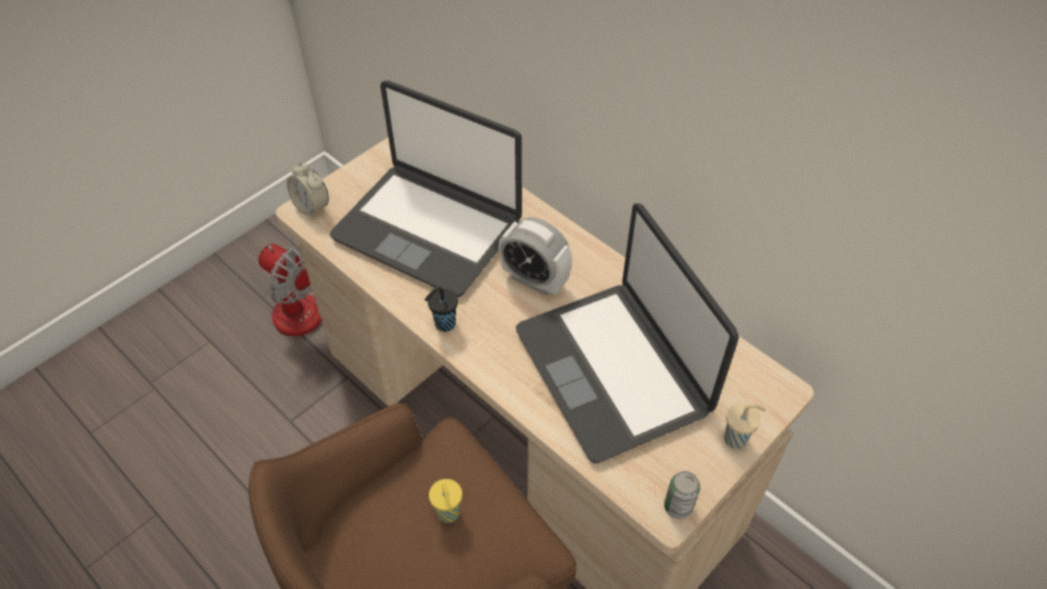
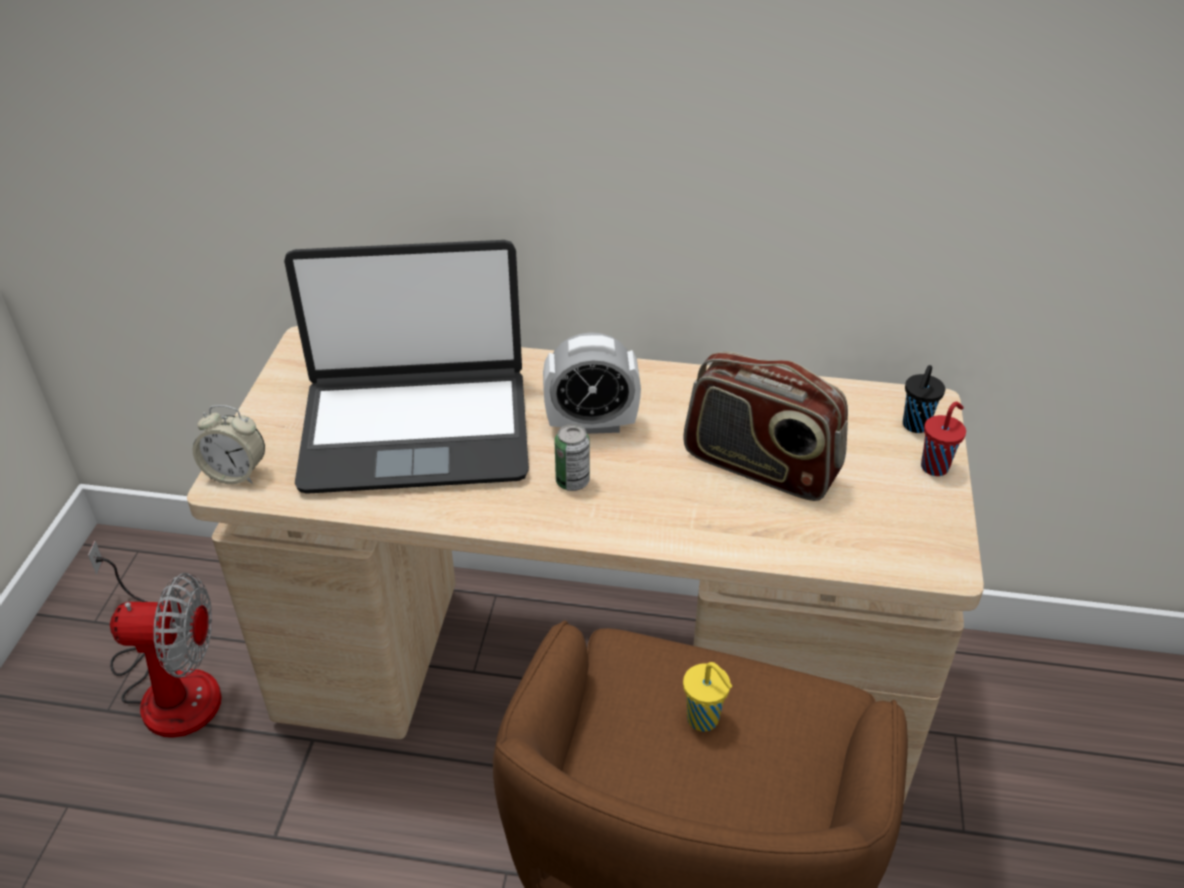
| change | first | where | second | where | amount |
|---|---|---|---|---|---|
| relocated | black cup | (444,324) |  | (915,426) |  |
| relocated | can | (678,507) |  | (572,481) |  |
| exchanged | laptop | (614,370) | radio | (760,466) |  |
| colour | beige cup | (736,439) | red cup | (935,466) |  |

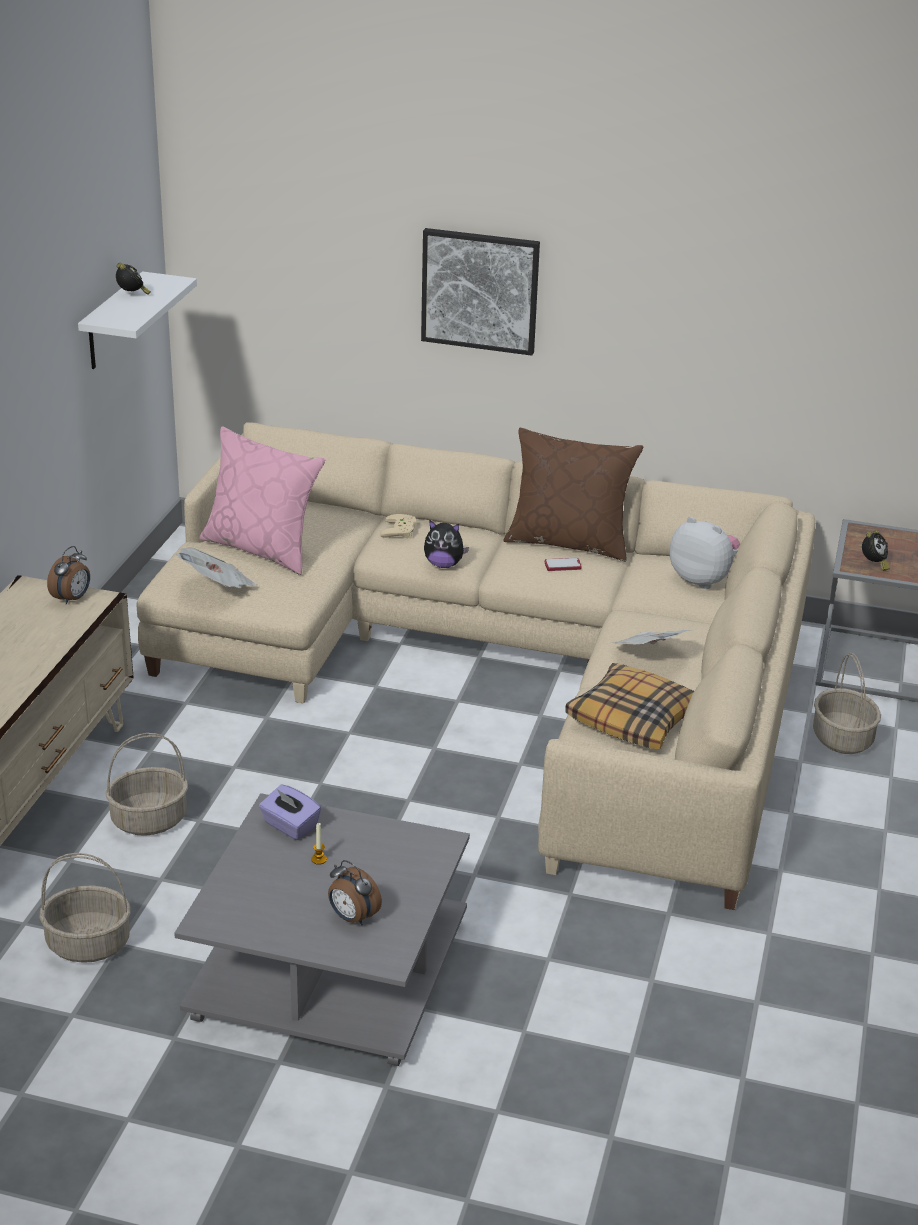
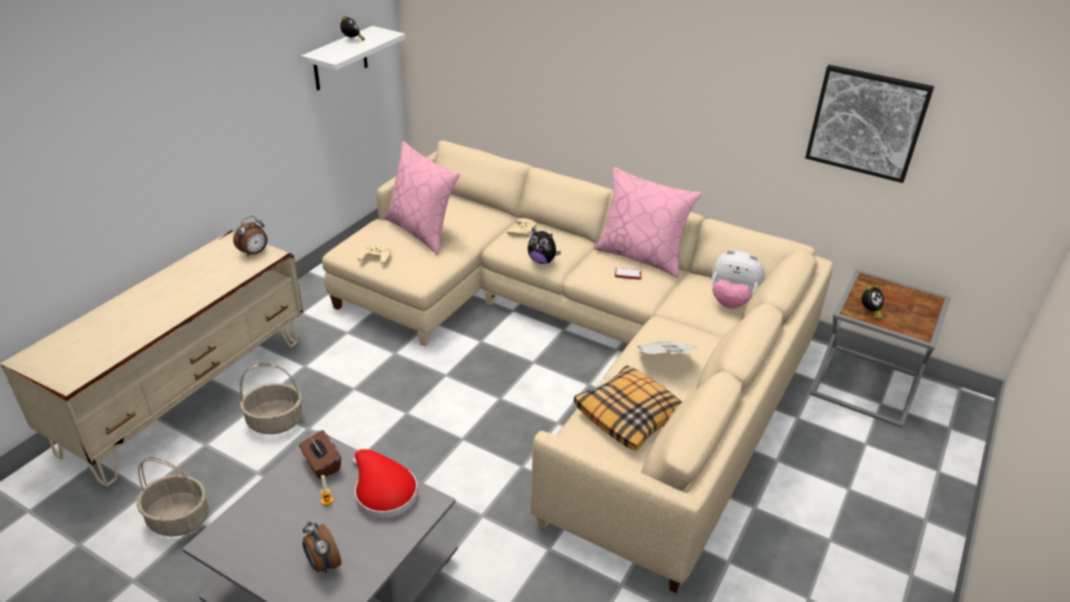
| change | first | where | second | where | amount |
|---|---|---|---|---|---|
| missing | basket | (843,739) |  |  |  |
| appeared |  |  | red hat | (383,492) |  |
| relocated | picture | (480,290) |  | (866,123) |  |
| exchanged | newspaper | (218,587) | beige game controller | (376,255) |  |
| colour | purple tissue box | (290,826) | brown tissue box | (321,464) |  |
| colour | brown pillow | (569,542) | pink pillow | (641,256) |  |
| spun | plush toy | (703,580) |  | (731,301) | 150 degrees clockwise |

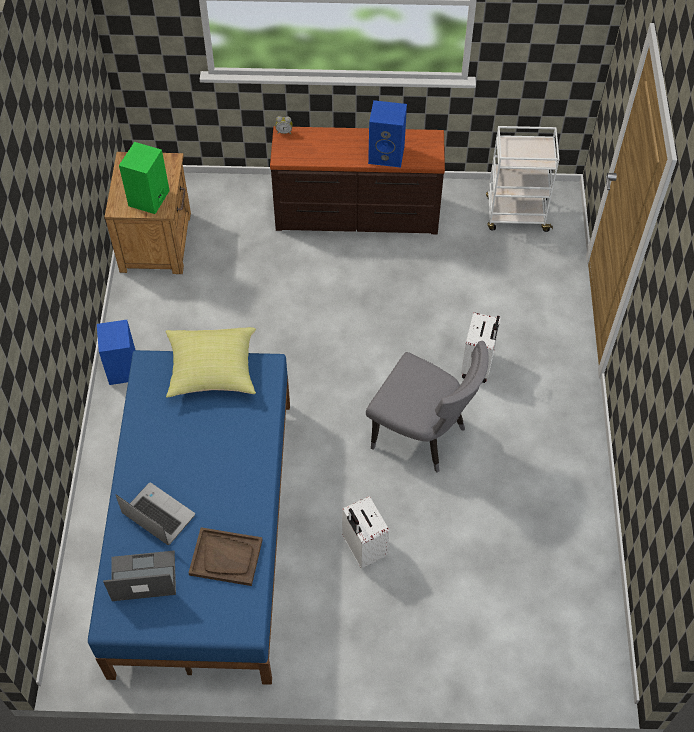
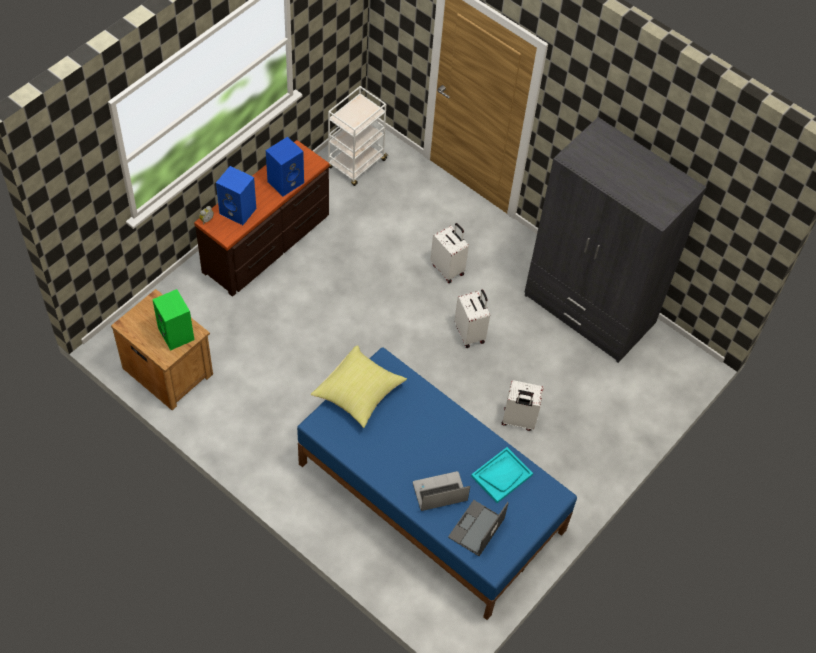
| change | first | where | second | where | amount |
|---|---|---|---|---|---|
| appeared |  |  | grey wardrobe | (589,310) |  |
| relocated | blue speaker | (123,369) |  | (239,211) |  |
| exchanged | grey chair | (423,436) | white suitcase | (470,333) |  |
| colour | brown tray | (226,557) | turquoise tray | (501,475) |  |

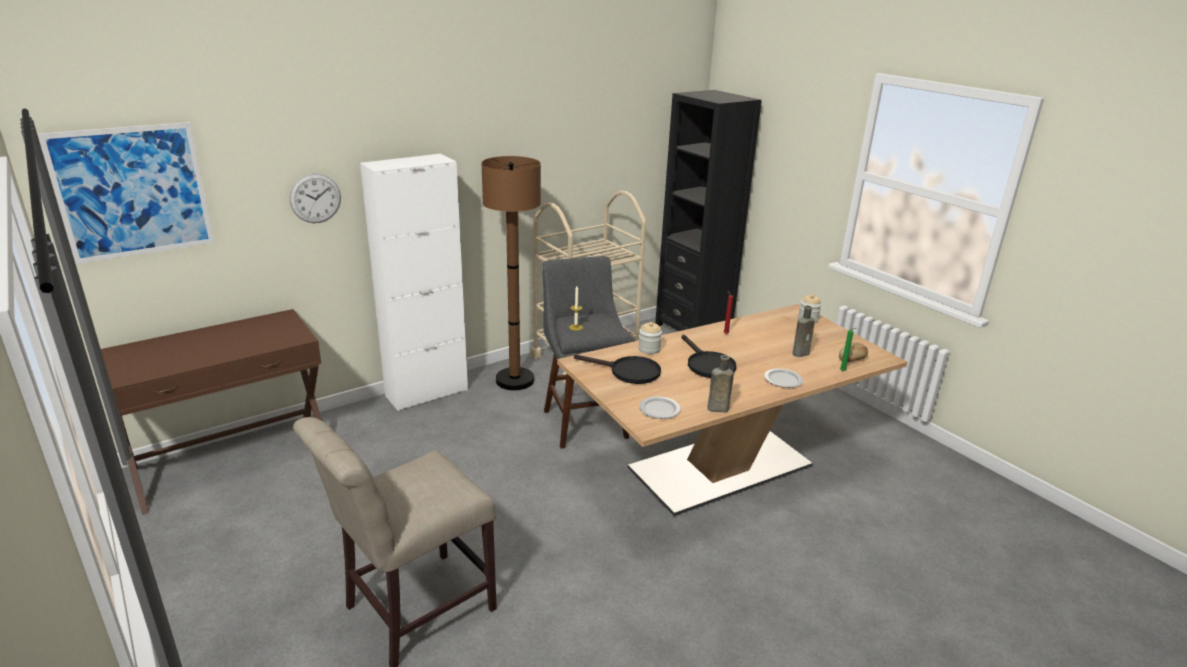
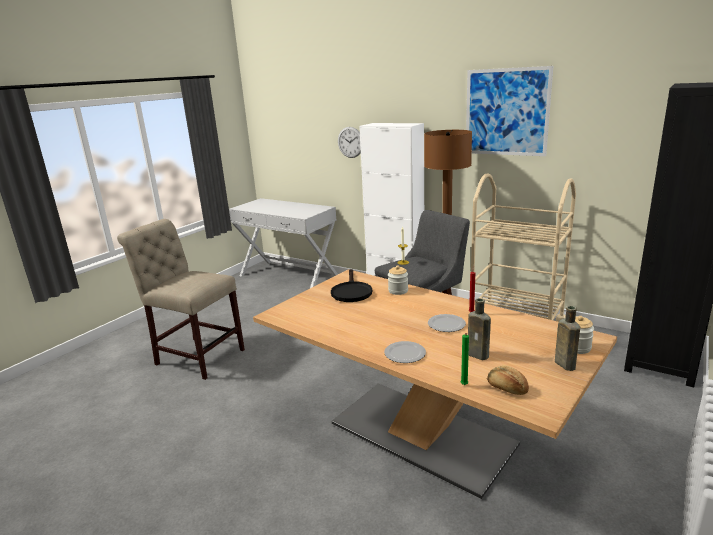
| change | first | where | second | where | amount |
|---|---|---|---|---|---|
| missing | black frying pan | (707,364) |  |  |  |
| relocated | picture | (132,192) |  | (506,112) |  |
| relocated | plate | (660,410) |  | (446,325) |  |
| relocated | brown bottle | (716,409) |  | (563,364) |  |
| colour | brown console table | (233,460) | white console table | (289,275) |  |

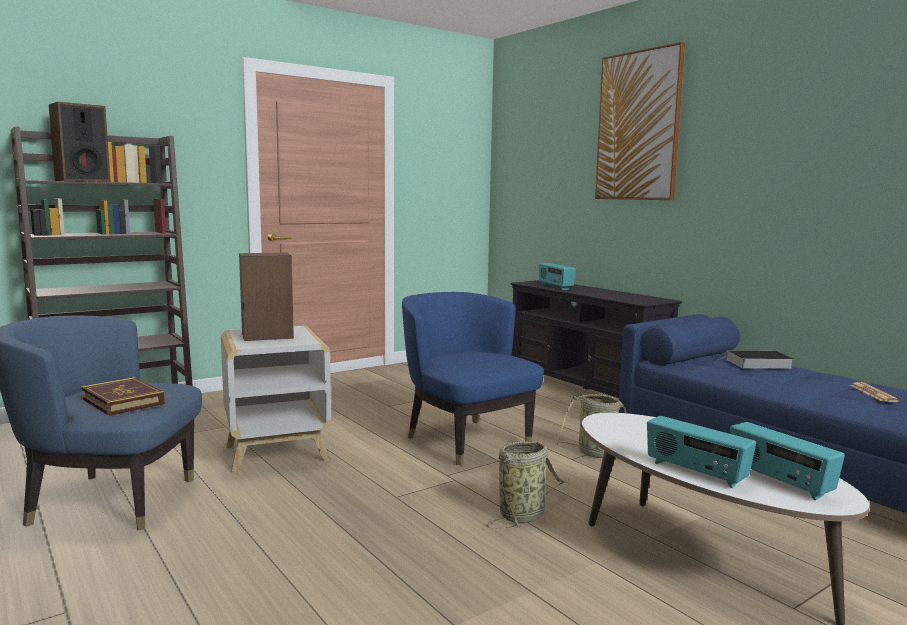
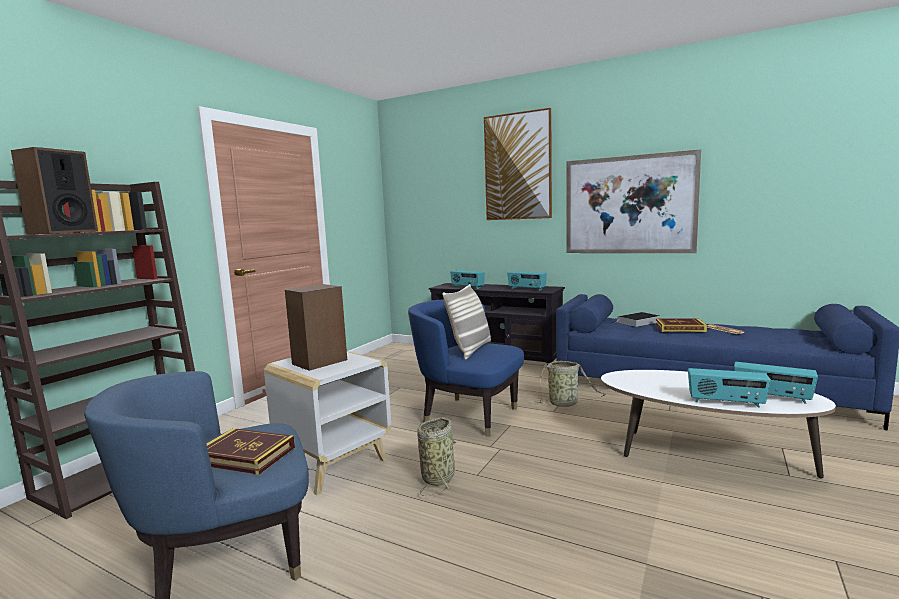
| change | first | where | second | where | amount |
|---|---|---|---|---|---|
| appeared |  |  | pillow | (470,350) |  |
| appeared |  |  | radio | (526,289) |  |
| appeared |  |  | picture | (628,205) |  |
| appeared |  |  | book | (680,328) |  |
| relocated | basket | (523,515) |  | (439,477) |  |

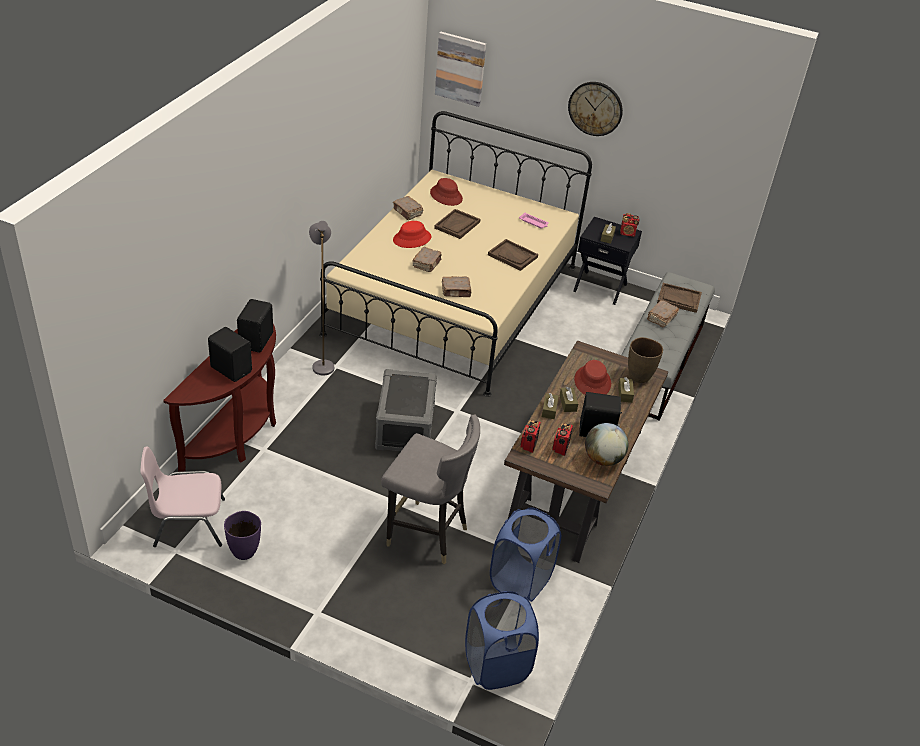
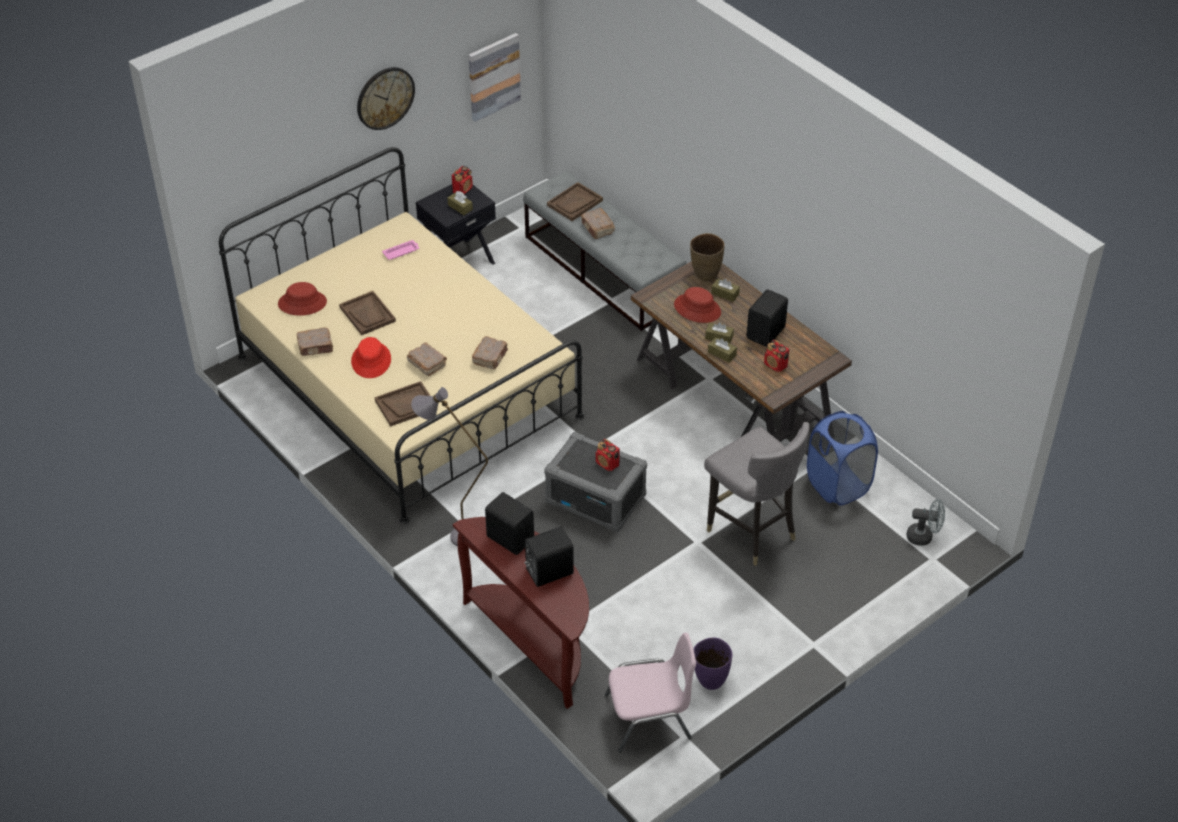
| change | first | where | second | where | amount |
|---|---|---|---|---|---|
| missing | globe | (603,459) |  |  |  |
| relocated | picture | (460,68) |  | (493,76) |  |
| relocated | brown tray | (513,256) |  | (406,405) |  |
| relocated | radio | (528,445) |  | (607,464) |  |
| exchanged | blue laundry basket | (496,666) | grey fan | (924,536) |  |
| spun | pink chair | (188,523) |  | (649,717) | 120 degrees counterclockwise |
| spun | grey chair | (426,534) |  | (751,532) | 90 degrees clockwise |

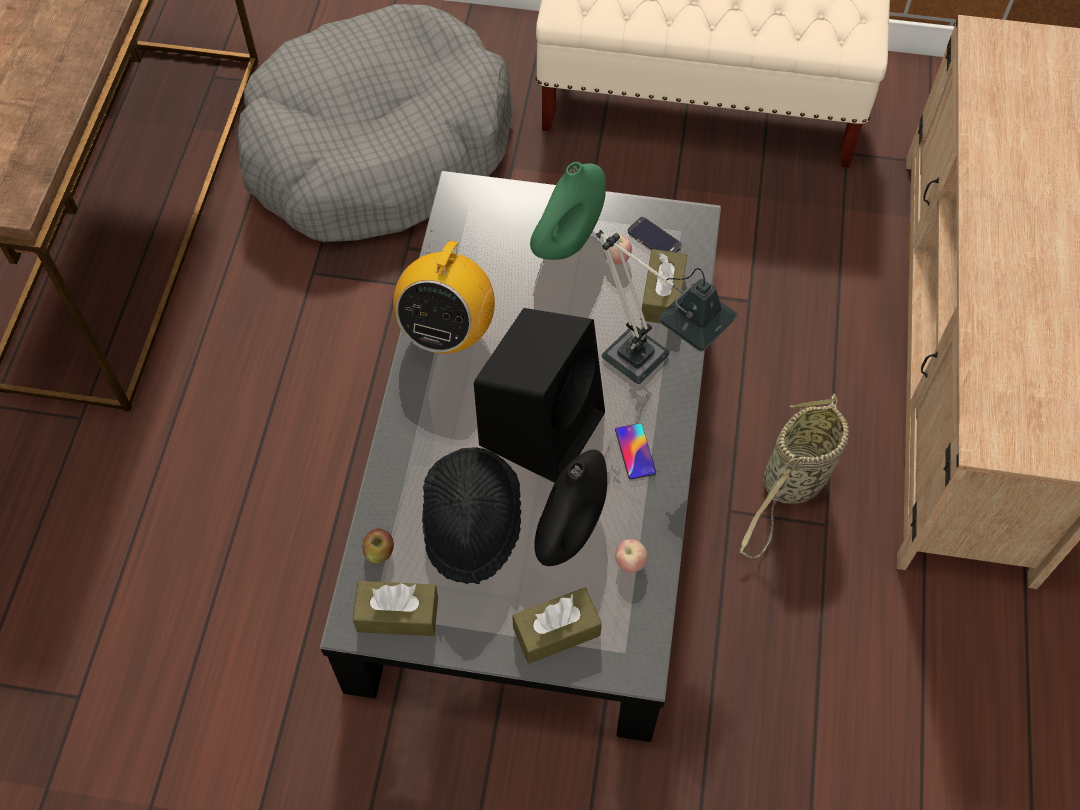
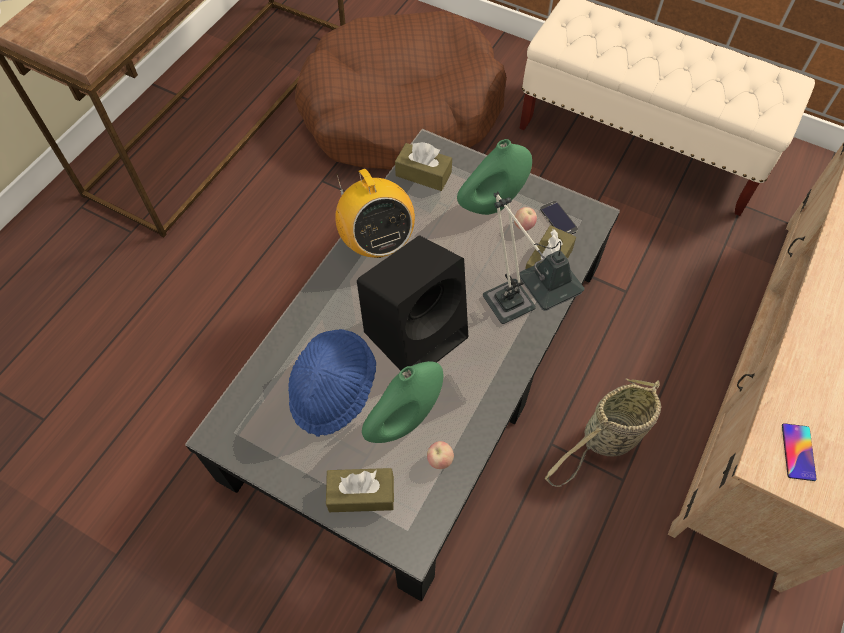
| change | first | where | second | where | amount |
|---|---|---|---|---|---|
| missing | apple | (379,552) |  |  |  |
| relocated | brown tissue box | (397,614) |  | (423,174) |  |
| relocated | phone | (635,451) |  | (798,452) |  |
| colour | grey dog bed | (378,150) | brown dog bed | (401,111) |  |
| colour | black hat | (471,525) | blue hat | (333,390) |  |
| colour | black vase | (570,531) | green vase | (404,420) |  |
| spun | radio | (447,332) |  | (376,242) | 60 degrees counterclockwise |

